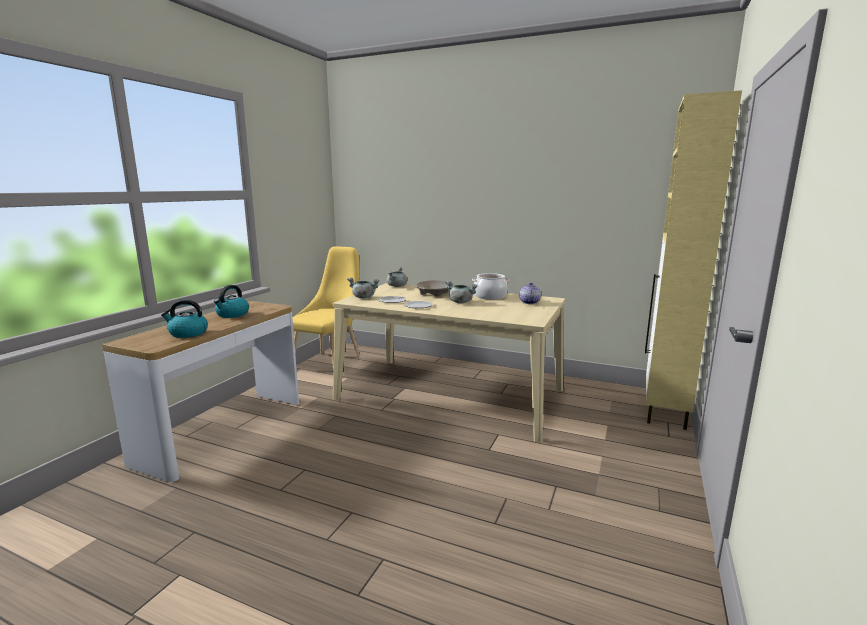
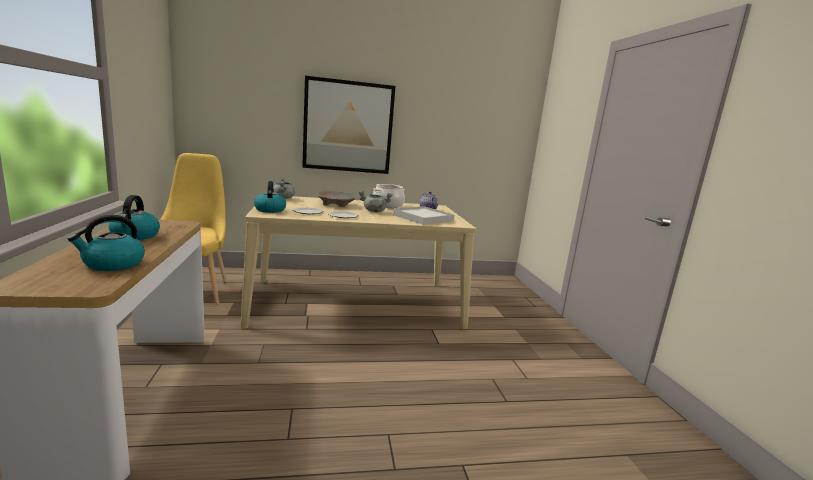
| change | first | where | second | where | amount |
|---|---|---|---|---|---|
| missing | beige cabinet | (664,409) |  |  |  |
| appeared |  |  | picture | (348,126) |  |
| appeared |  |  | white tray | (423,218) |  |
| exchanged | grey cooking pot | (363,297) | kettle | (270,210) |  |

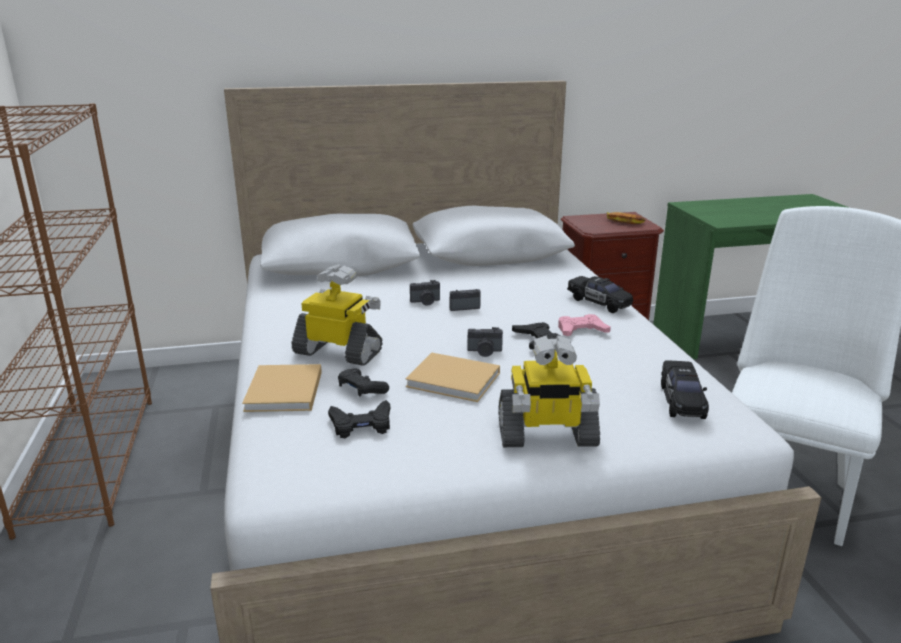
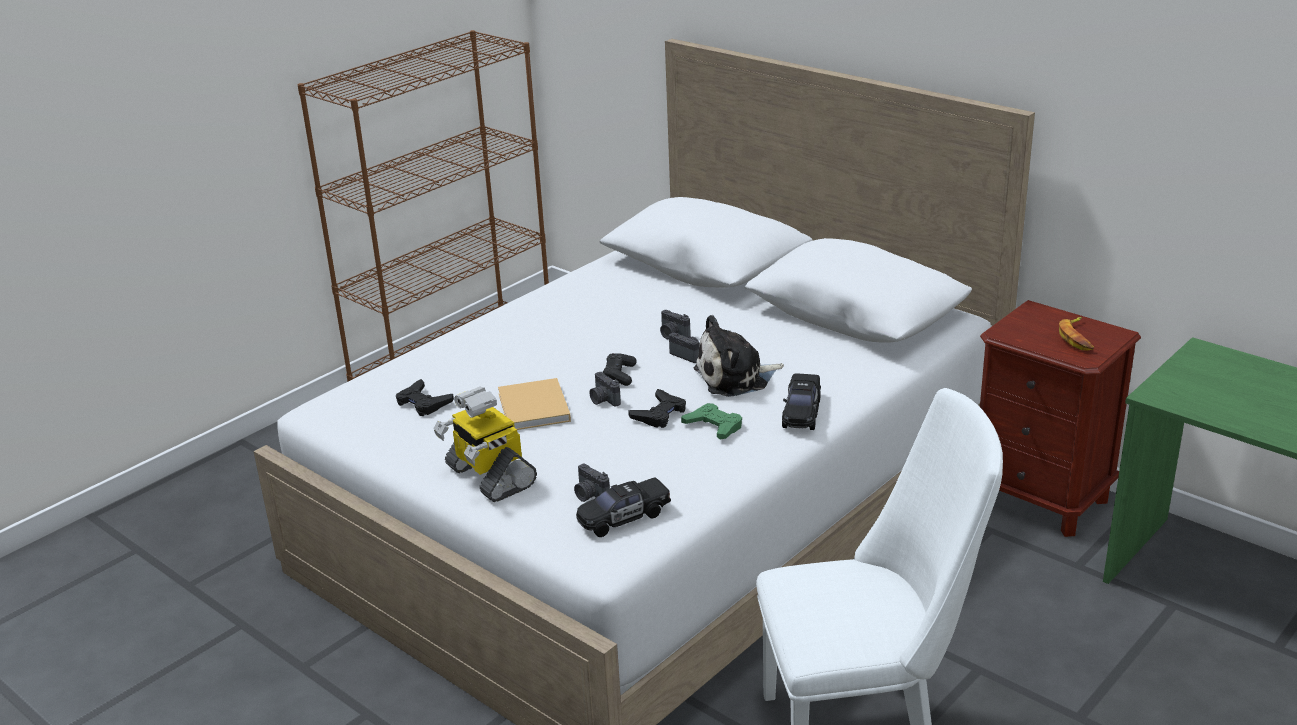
| change | first | where | second | where | amount |
|---|---|---|---|---|---|
| missing | beige book | (283,392) |  |  |  |
| missing | toy robot | (339,352) |  |  |  |
| appeared |  |  | photo camera | (590,495) |  |
| appeared |  |  | plush toy | (735,378) |  |
| relocated | black game controller | (361,389) |  | (619,375) |  |
| colour | pink game controller | (581,330) | green game controller | (714,426) |  |

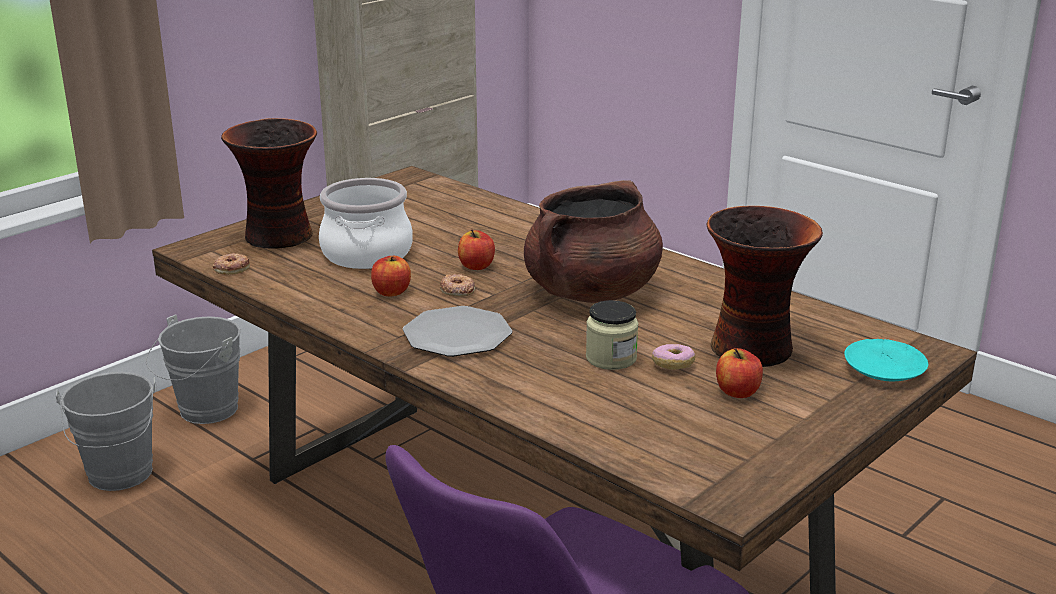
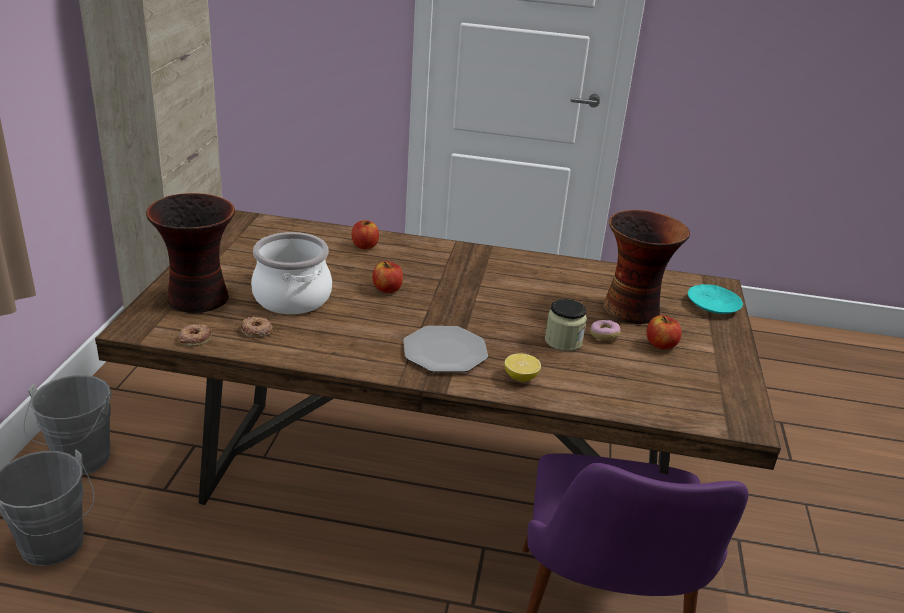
| change | first | where | second | where | amount |
|---|---|---|---|---|---|
| missing | brown cooking pot | (591,292) |  |  |  |
| appeared |  |  | lemon | (521,377) |  |
| relocated | apple | (391,292) |  | (365,246) |  |
| relocated | donut | (457,290) |  | (256,330) |  |

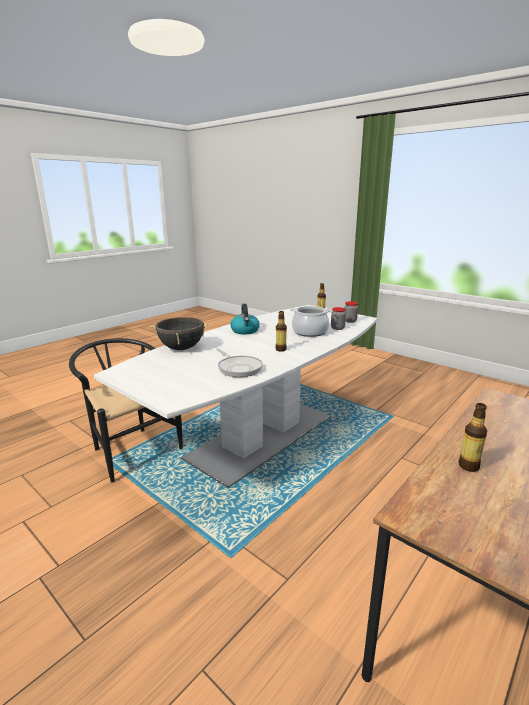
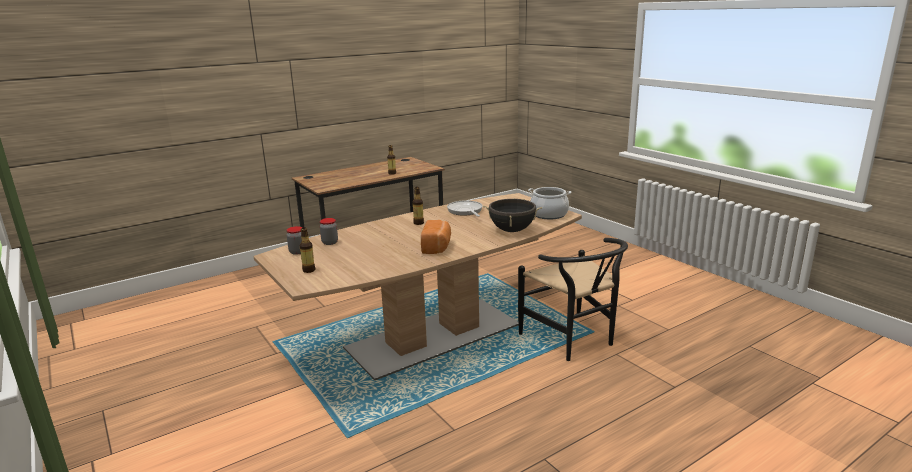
| change | first | where | second | where | amount |
|---|---|---|---|---|---|
| relocated | cooking pot | (309,332) |  | (548,214) |  |
| exchanged | kettle | (245,331) | bread | (437,247) |  |
| colour | white dining table | (262,436) | brown dining table | (433,337) |  |

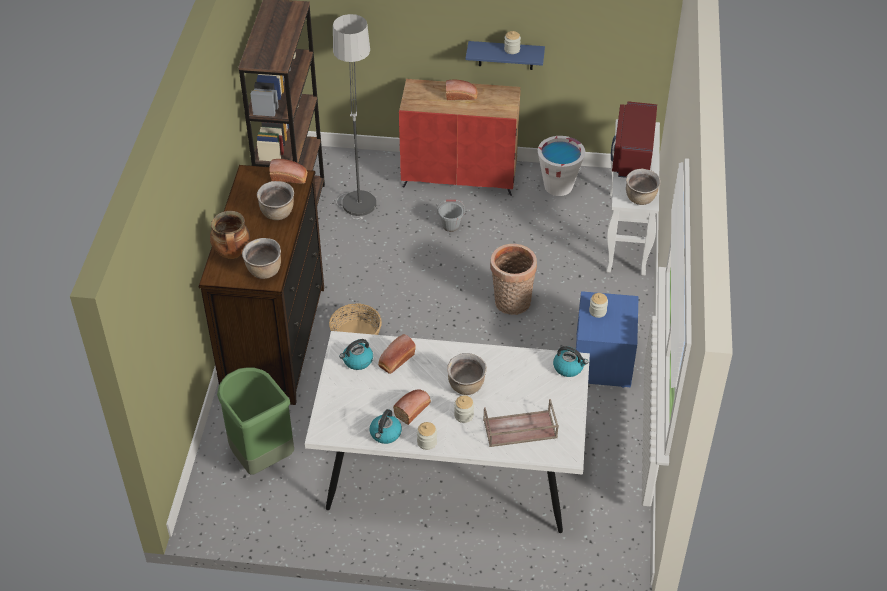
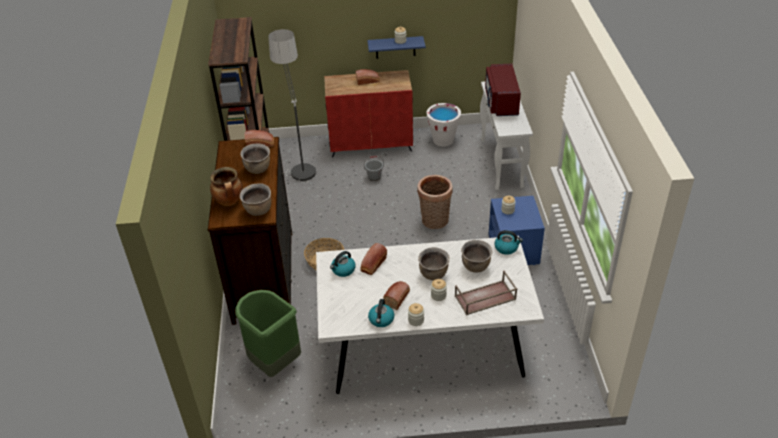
| change | first | where | second | where | amount |
|---|---|---|---|---|---|
| relocated | brown cooking pot | (640,199) |  | (476,266) |  |

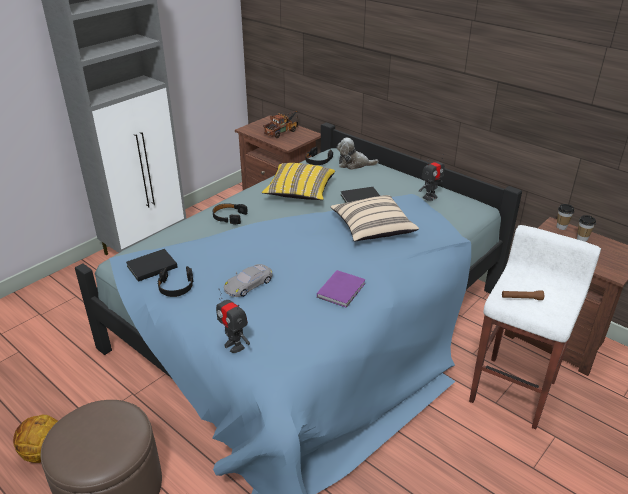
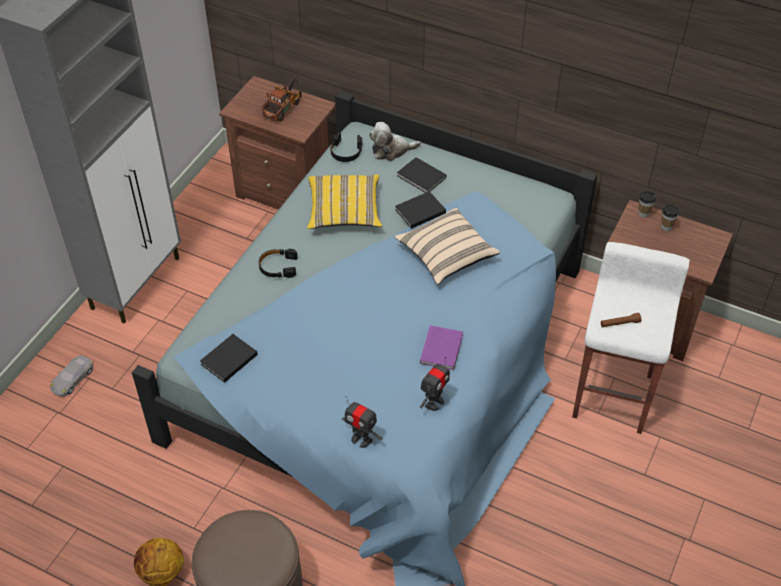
| change | first | where | second | where | amount |
|---|---|---|---|---|---|
| missing | black headphones | (176,286) |  |  |  |
| appeared |  |  | black book | (422,178) |  |
| relocated | grey toy car | (248,284) |  | (72,378) |  |
| relocated | toy robot | (430,197) |  | (434,402) |  |

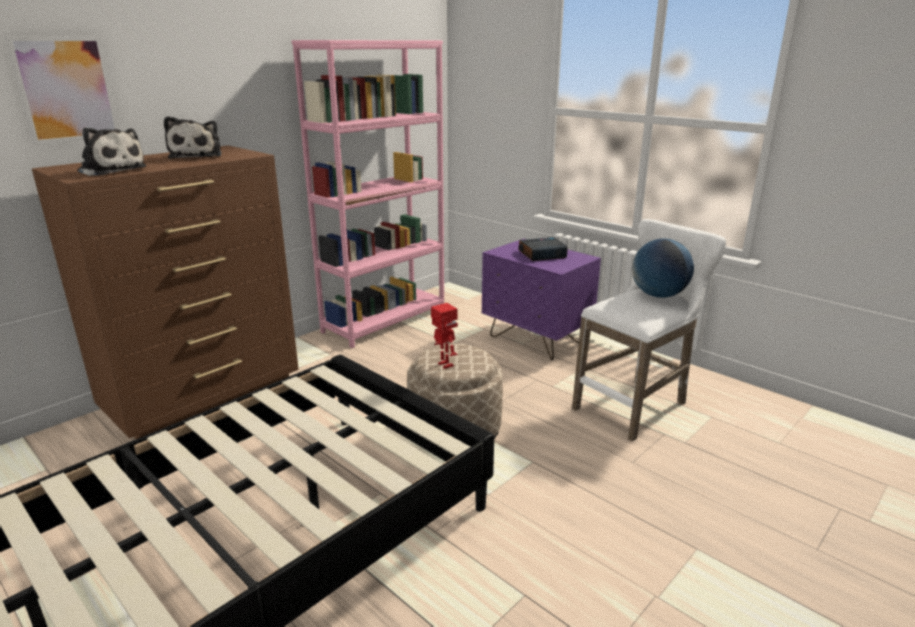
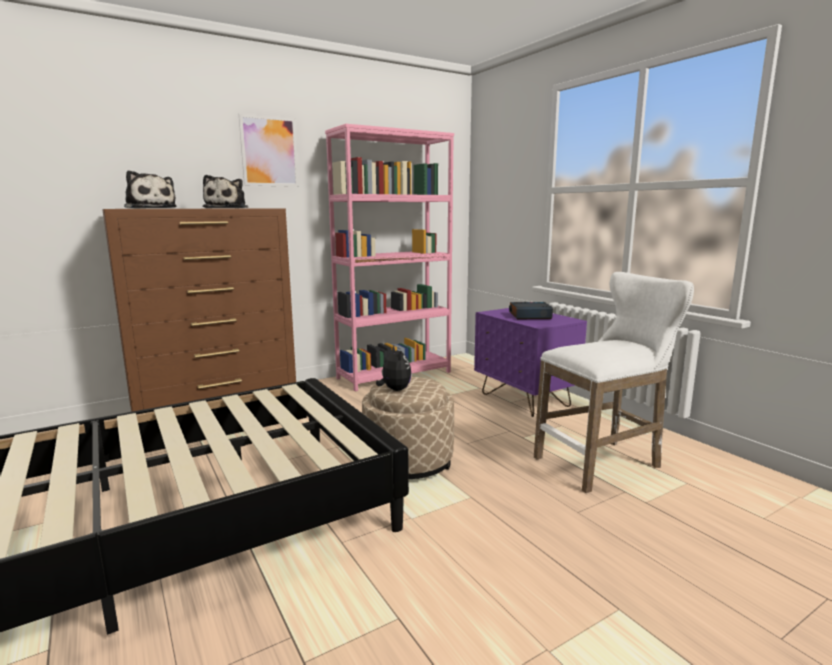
| change | first | where | second | where | amount |
|---|---|---|---|---|---|
| missing | globe | (658,295) |  |  |  |
| relocated | picture | (66,89) |  | (269,151) |  |
| exchanged | toy robot | (444,365) | plush toy | (394,390) |  |

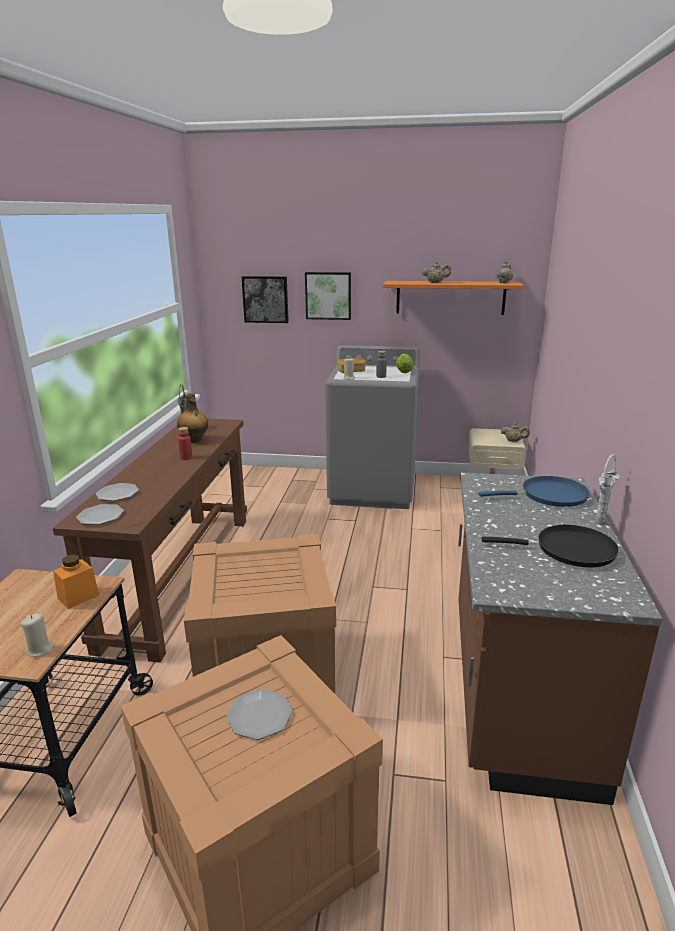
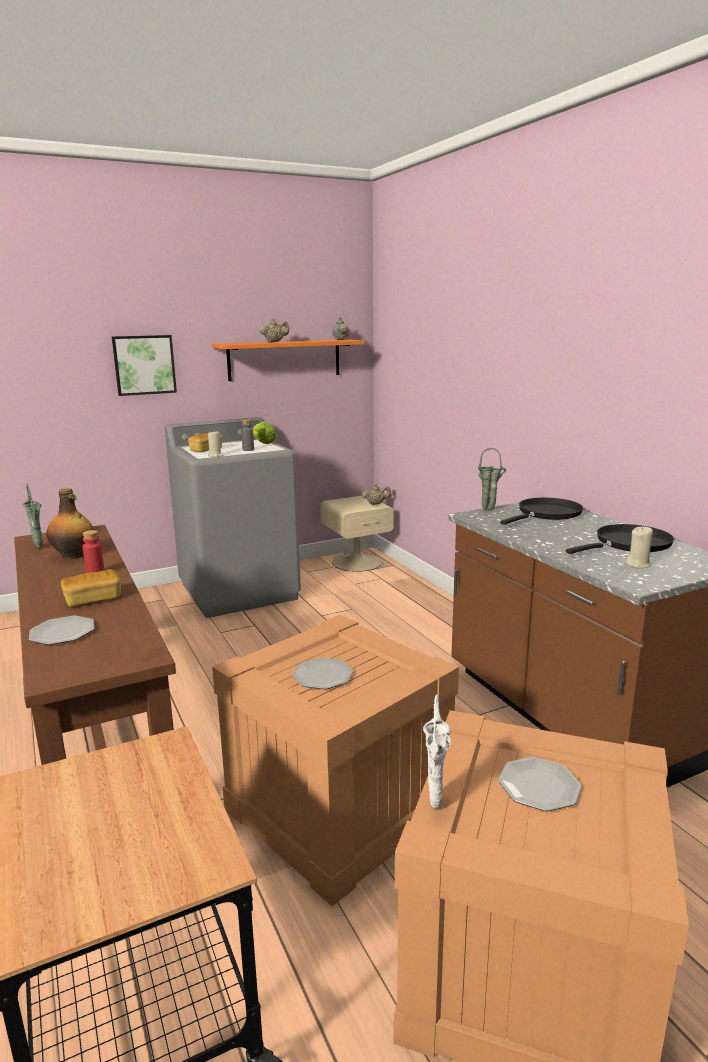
| change | first | where | second | where | amount |
|---|---|---|---|---|---|
| missing | orange jar | (78,597) |  |  |  |
| missing | picture | (266,299) |  |  |  |
| appeared |  |  | bread | (93,599) |  |
| appeared |  |  | green vase | (489,510) |  |
| relocated | beige candle | (40,649) |  | (638,564) |  |
| relocated | plate | (101,516) |  | (323,676) |  |
| relocated | white vase | (600,522) |  | (435,807) |  |
| colour | blue frying pan | (549,496) | black frying pan | (547,514) |  |

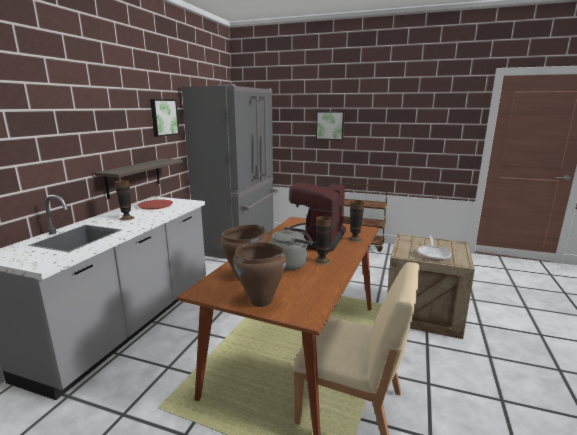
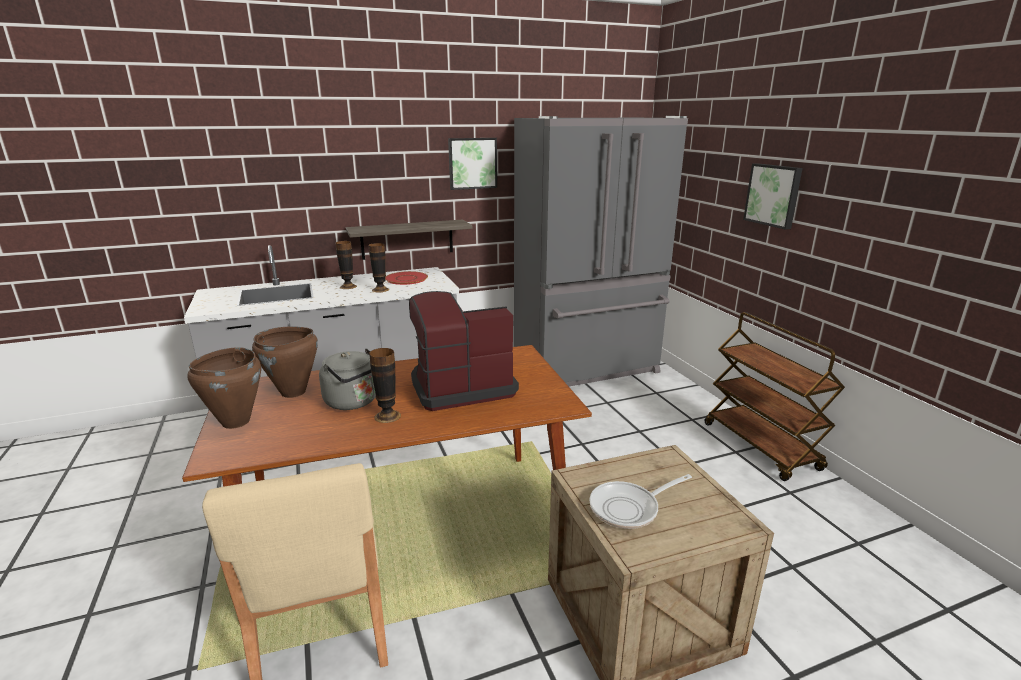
| change | first | where | second | where | amount |
|---|---|---|---|---|---|
| relocated | vase | (355,239) |  | (380,289) |  |

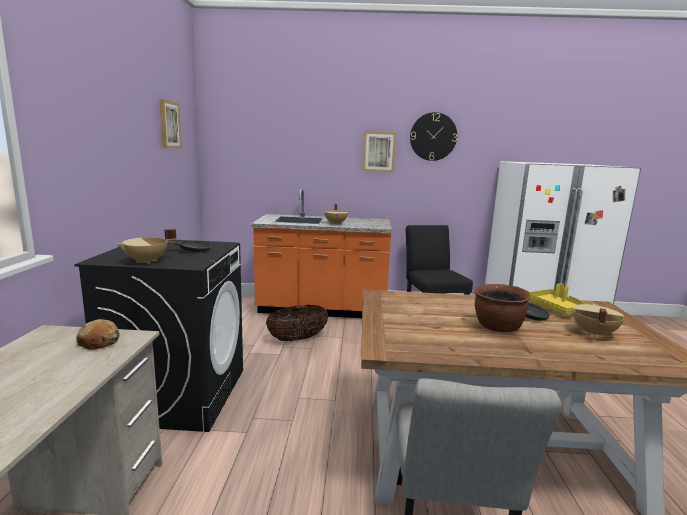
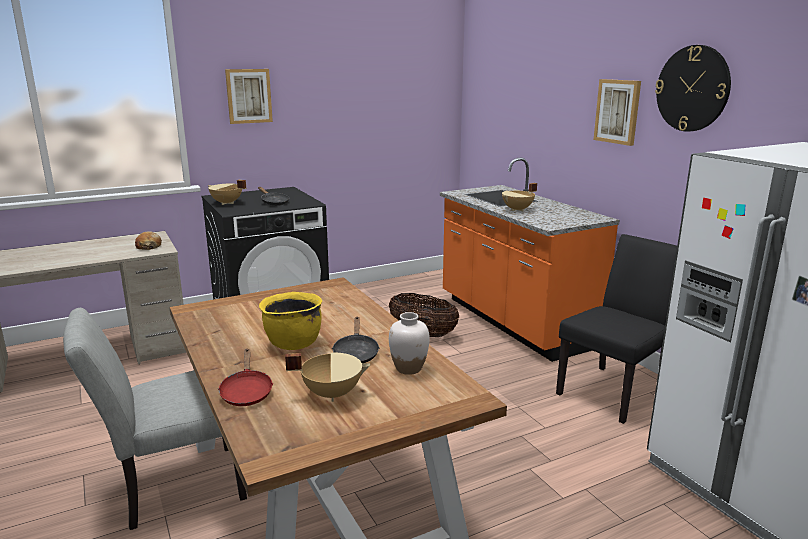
| change | first | where | second | where | amount |
|---|---|---|---|---|---|
| appeared |  |  | red frying pan | (246,392) |  |
| relocated | picture | (169,125) |  | (248,96) |  |
| exchanged | yellow tray | (556,308) | white vase | (409,368) |  |
| colour | brown cooking pot | (497,328) | yellow cooking pot | (293,343) |  |

